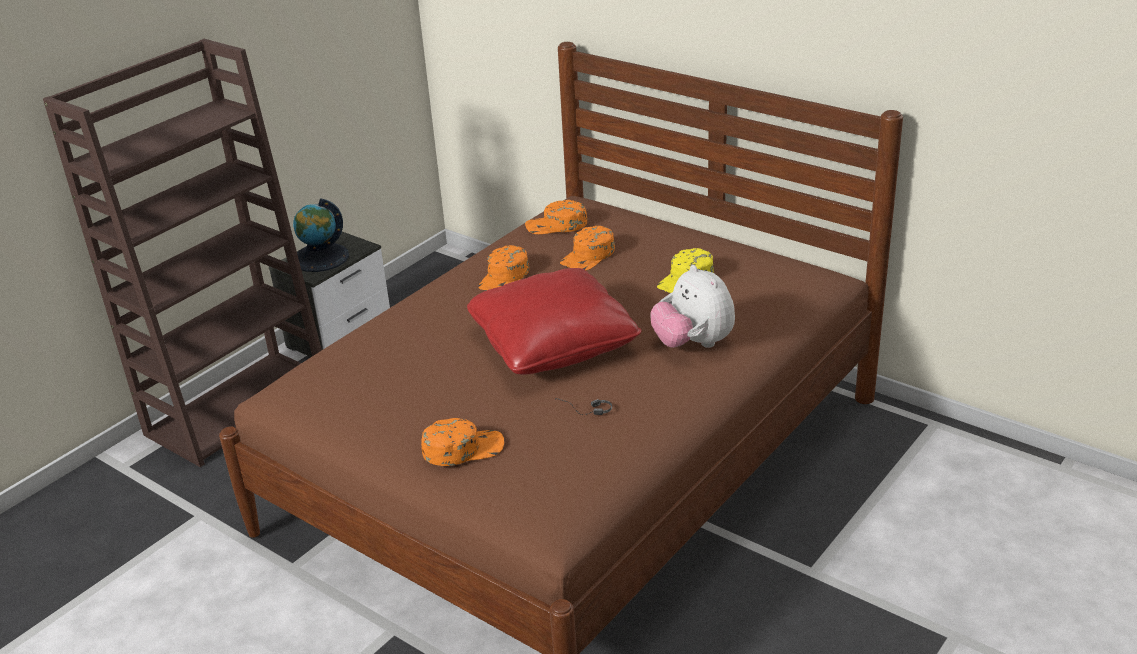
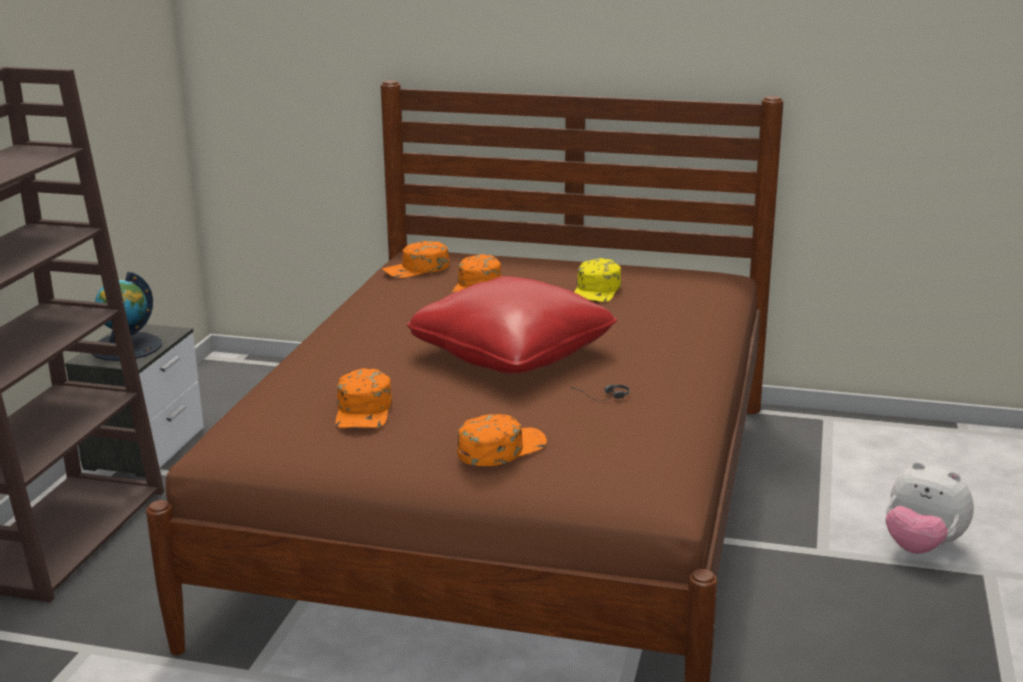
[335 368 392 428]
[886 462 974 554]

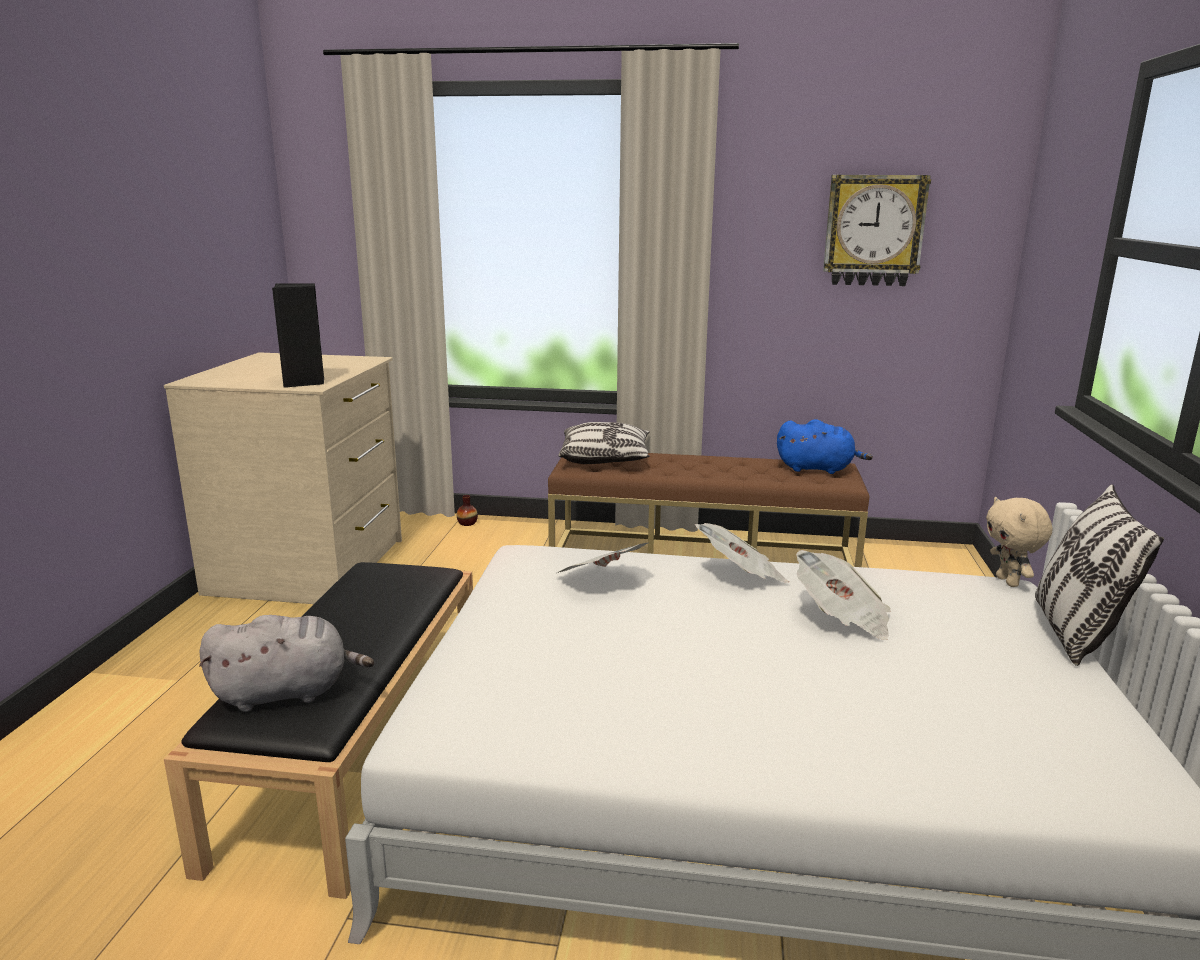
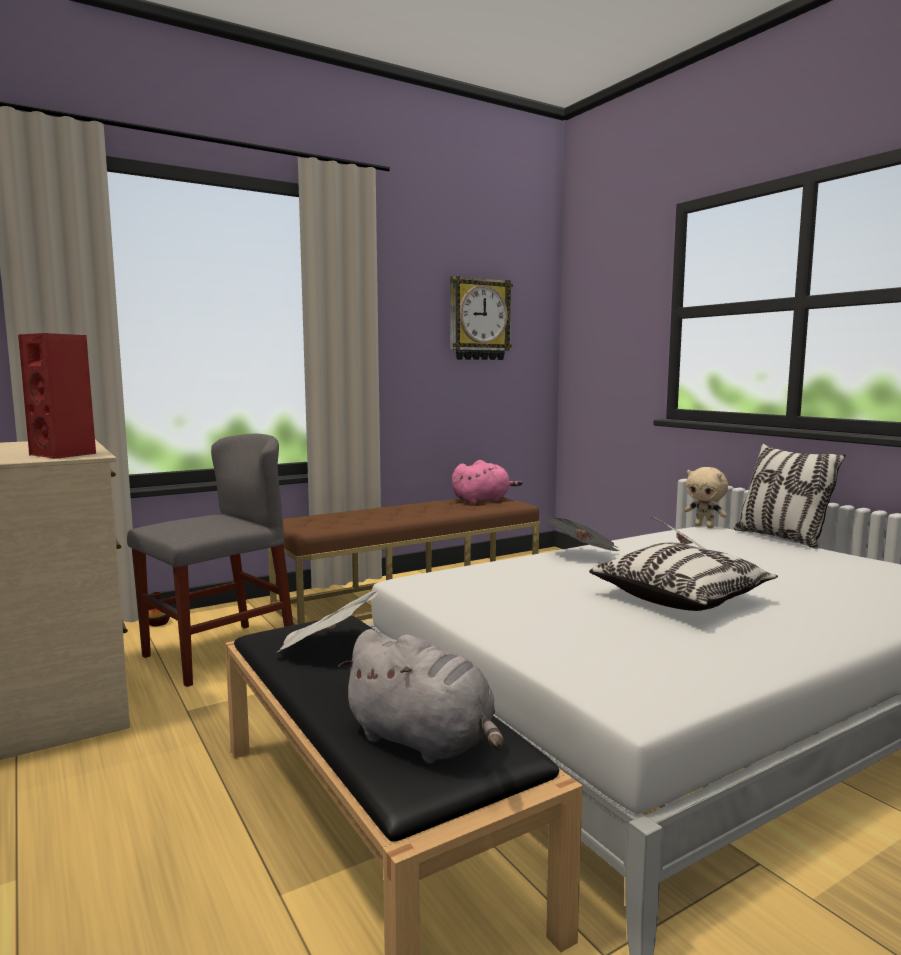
[127 434 293 687]
[276 590 379 653]
[589 542 778 611]
[18 333 96 459]
[452 460 523 504]
[338 629 503 763]

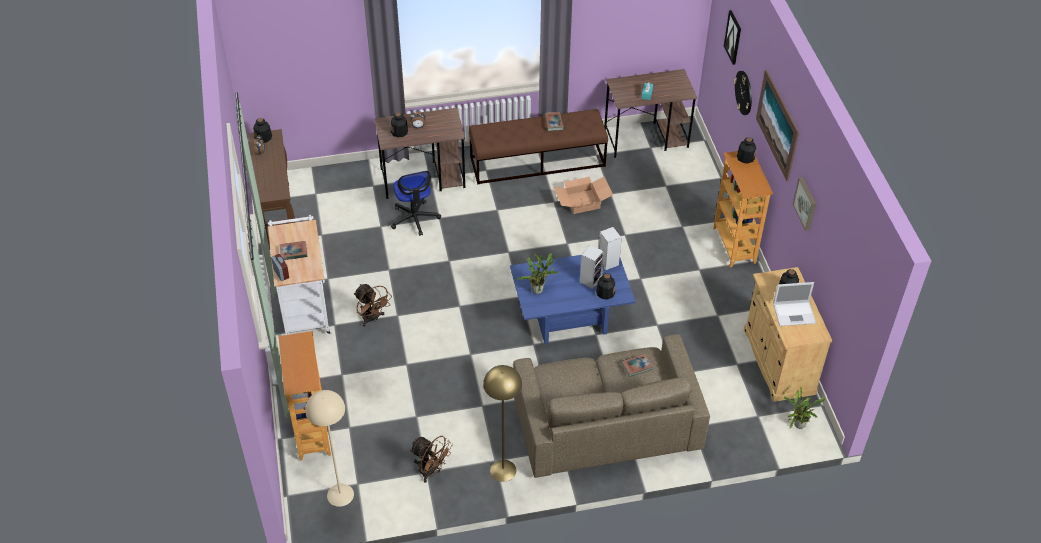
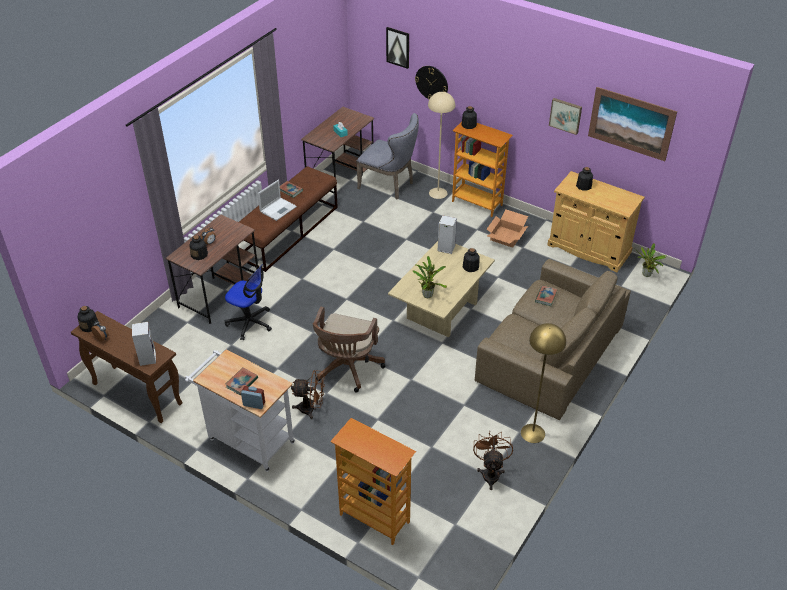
[313 306 385 392]
[356 113 419 200]
[428 92 455 199]
[487 210 528 248]
[132 322 156 366]
[588 87 677 161]
[258 180 297 221]
[388 241 495 337]
[473 431 513 490]

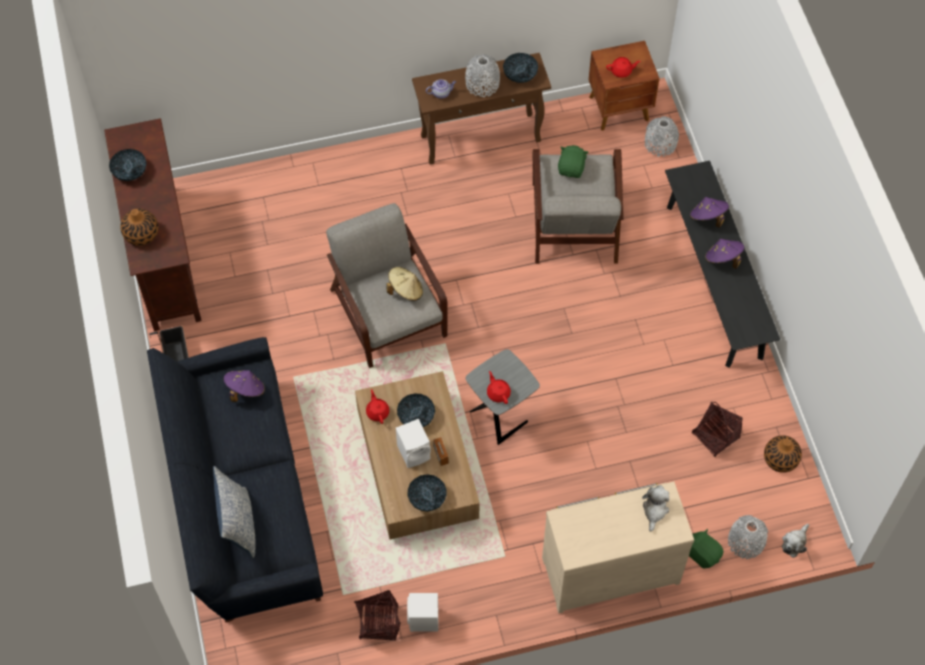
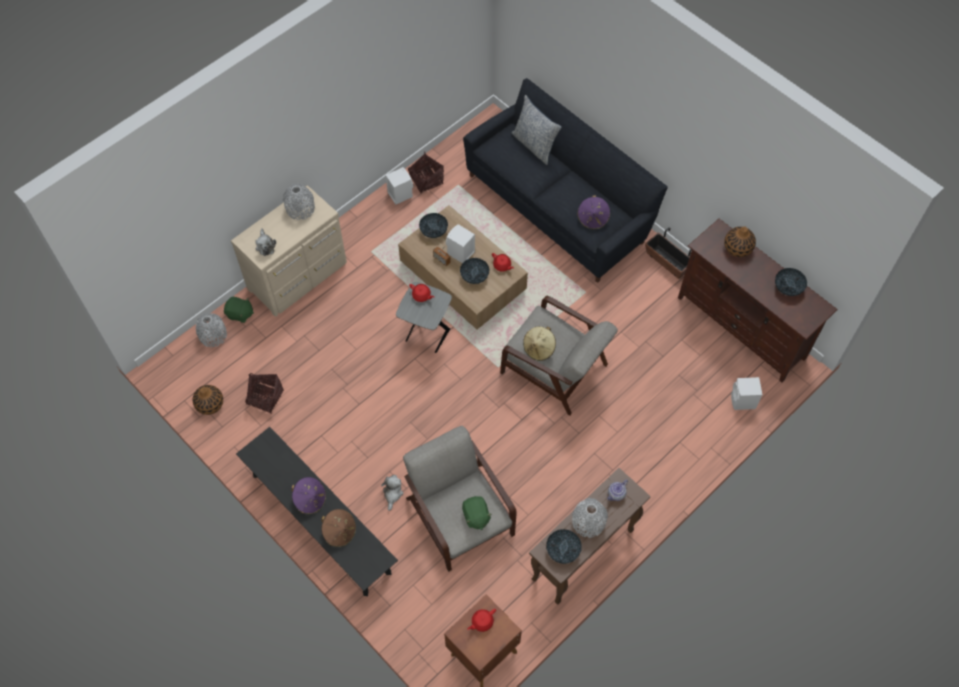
[731 377 762 410]
[283 184 315 220]
[381 475 404 511]
[321 509 356 547]

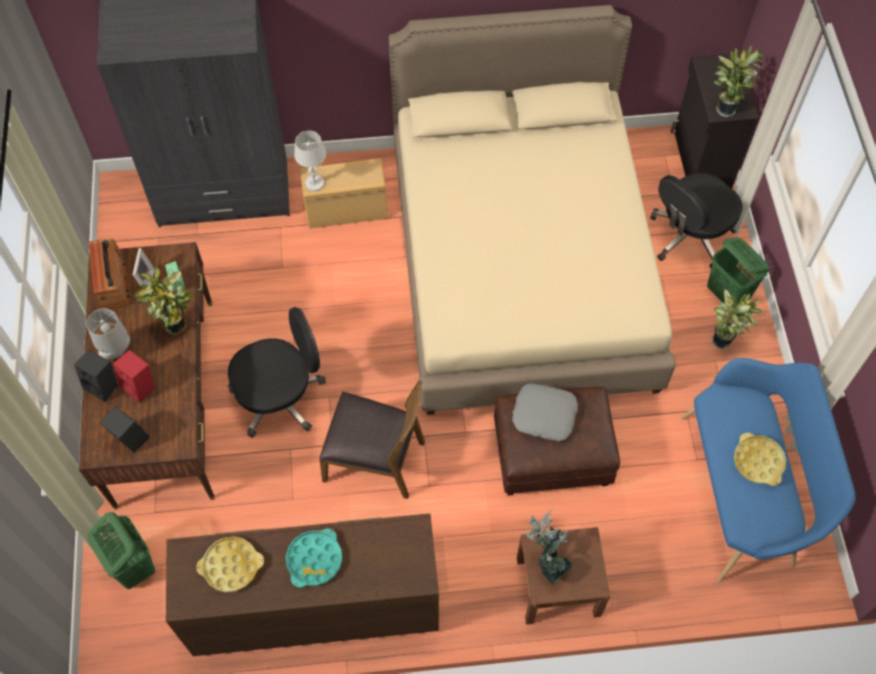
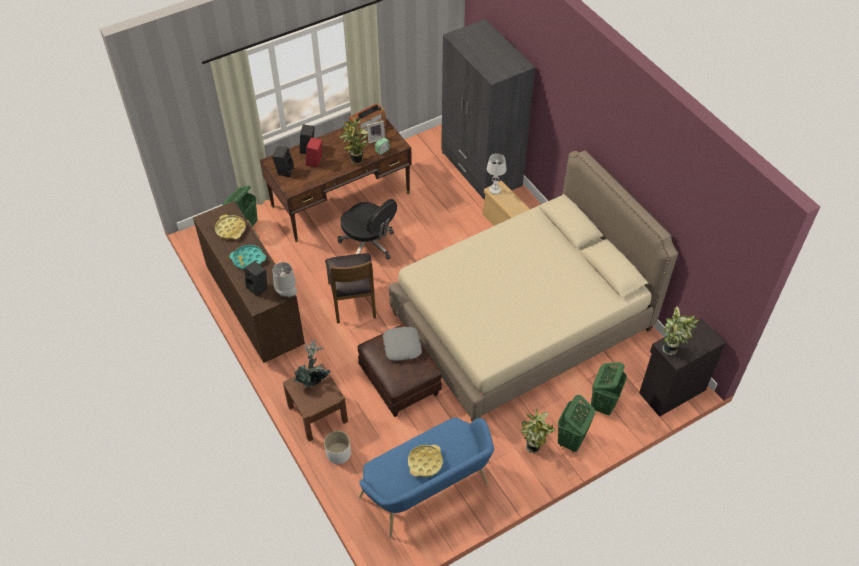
[244 261 267 297]
[324 431 351 464]
[273 262 297 298]
[591 362 627 415]

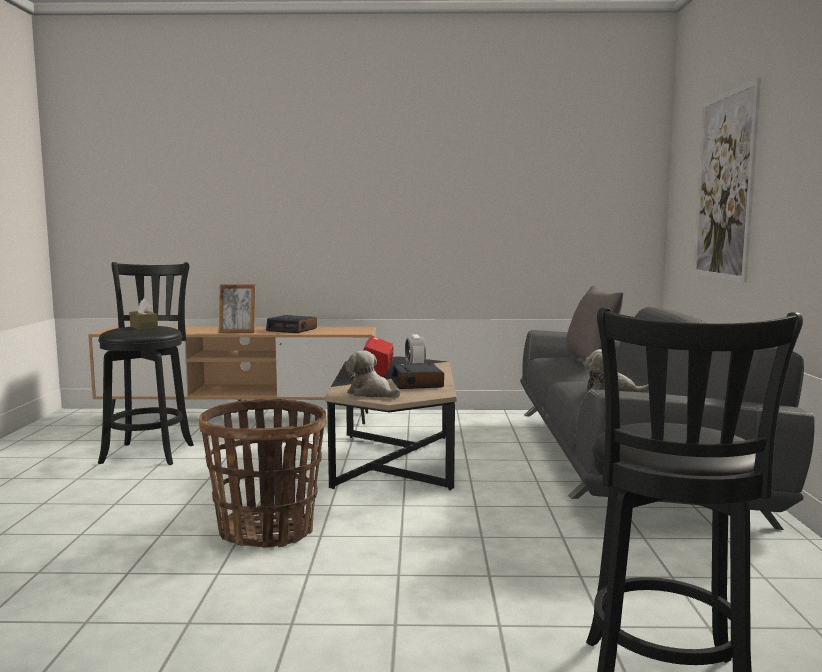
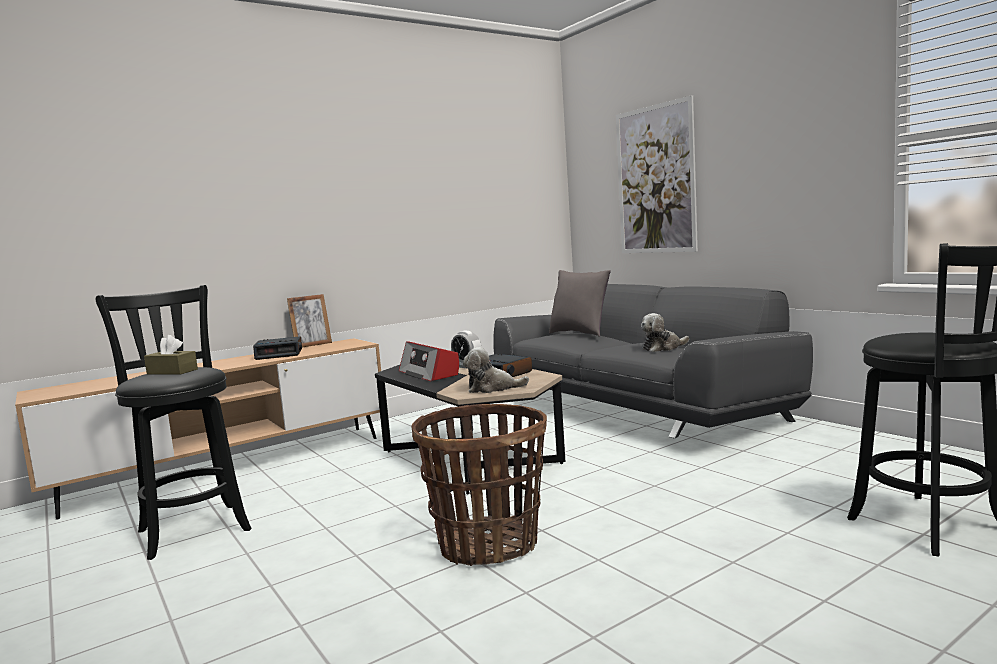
[287 294 332 347]

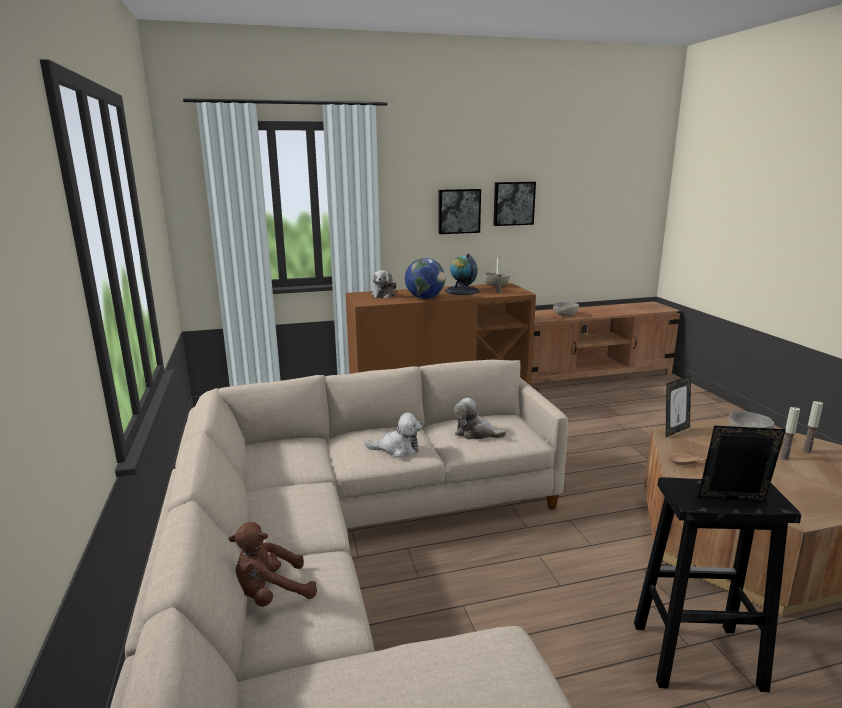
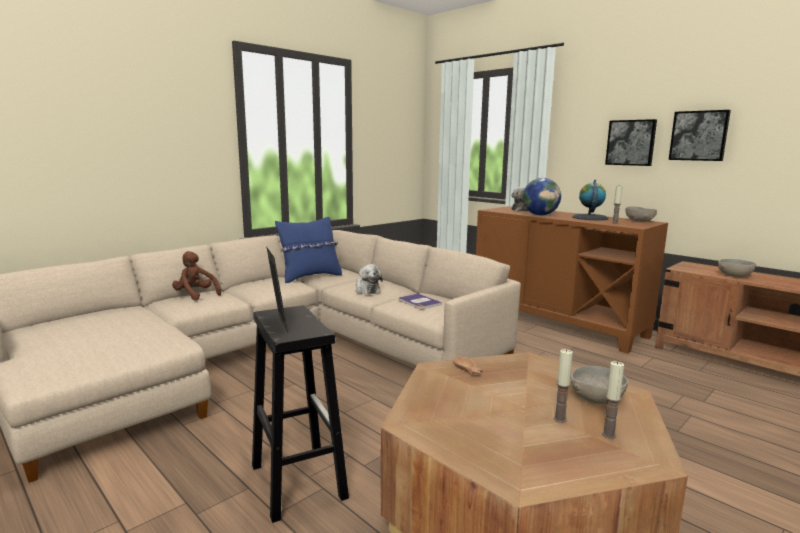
[666 376 691 437] (first image)
[275 217 342 283]
[399 293 442 309]

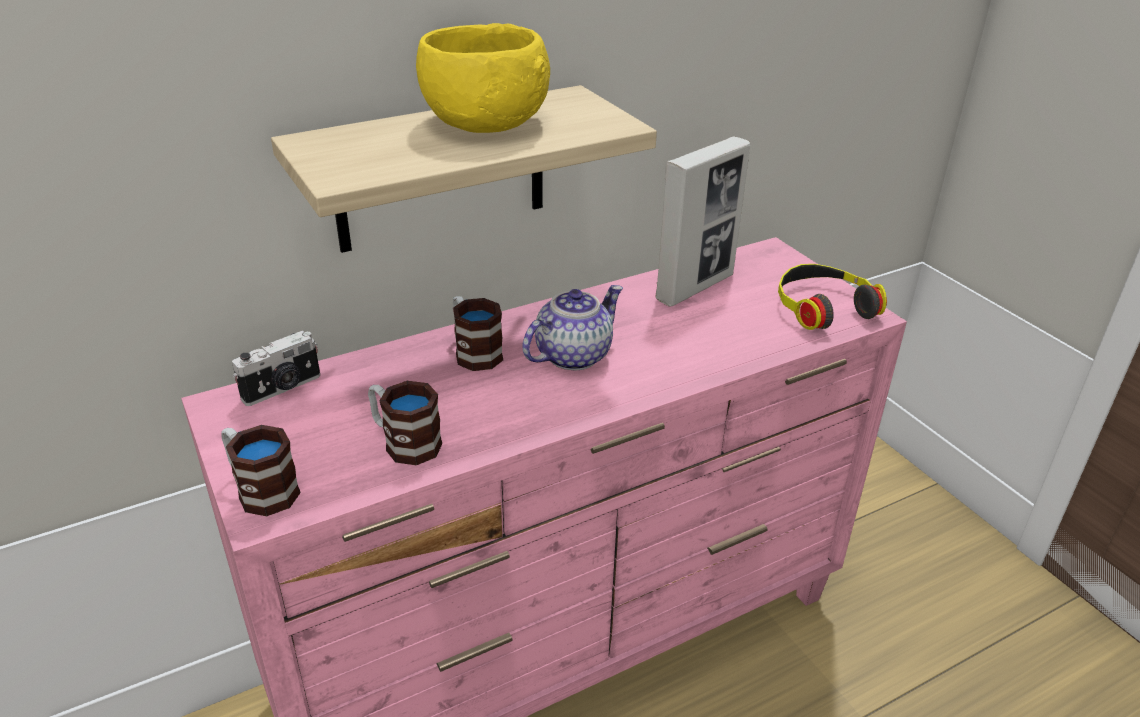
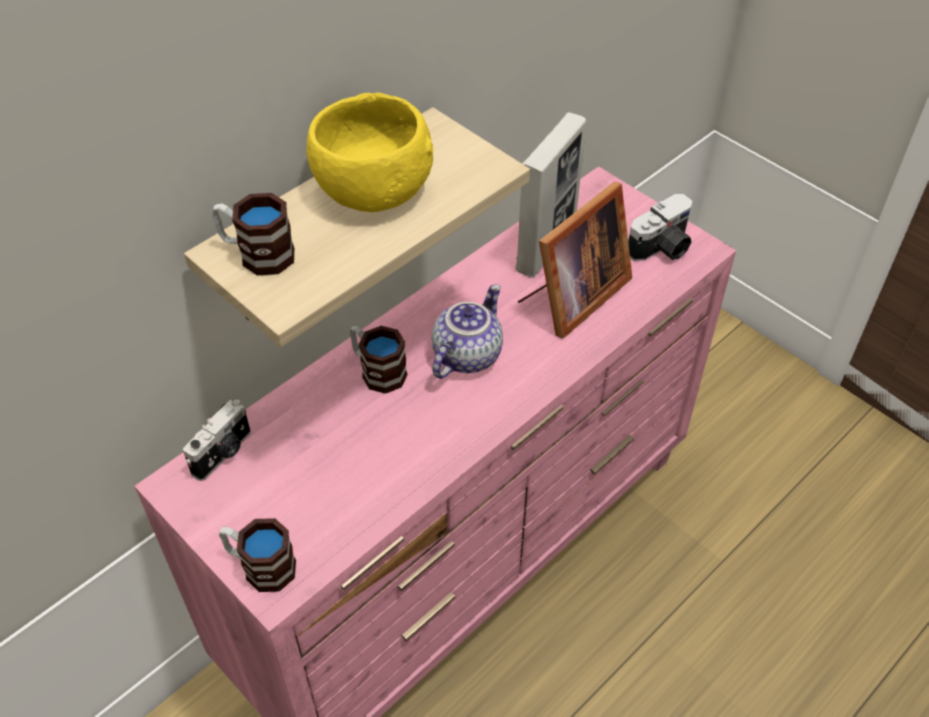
[518 182 632 339]
[212 193 294 276]
[628 194 693 261]

